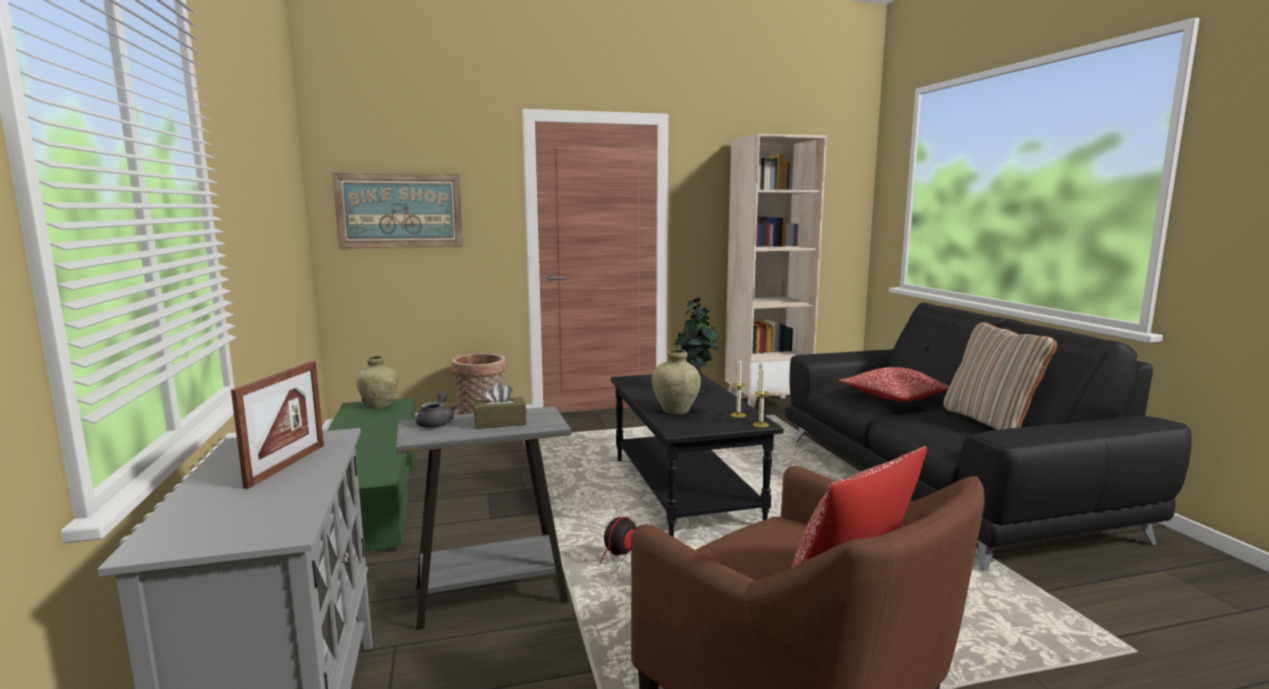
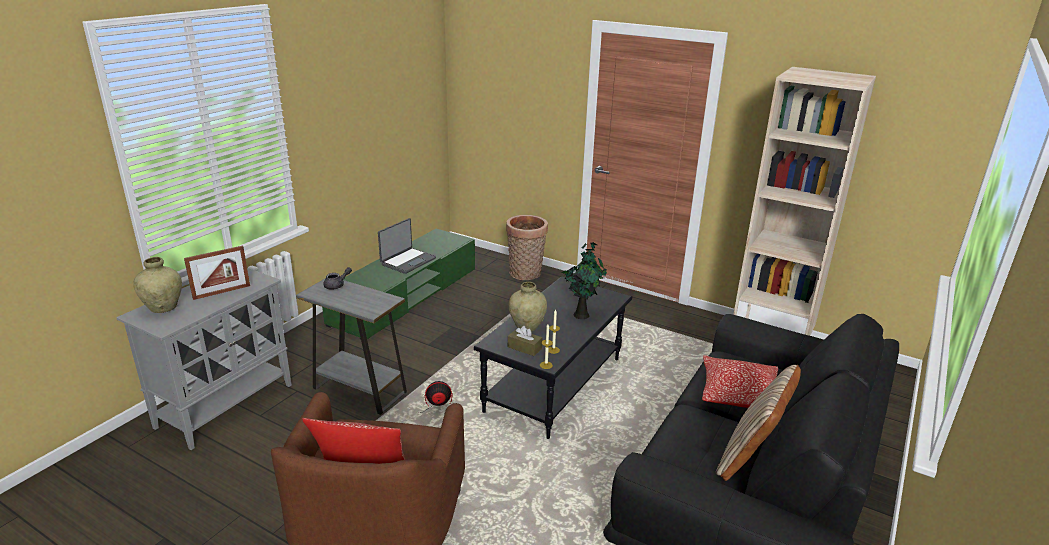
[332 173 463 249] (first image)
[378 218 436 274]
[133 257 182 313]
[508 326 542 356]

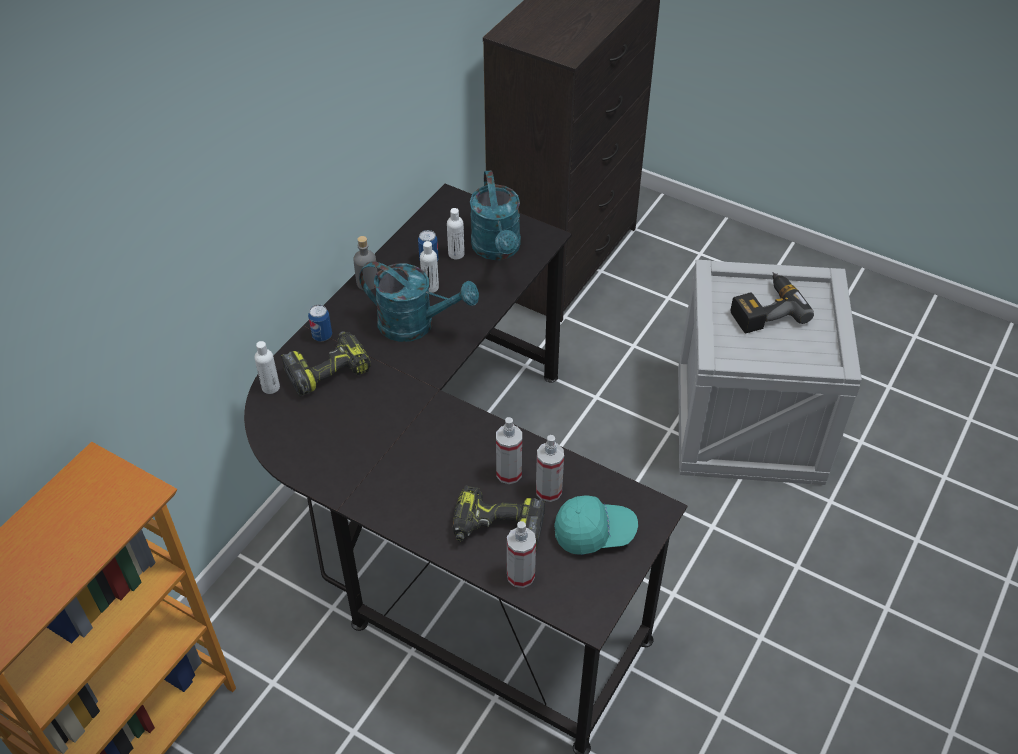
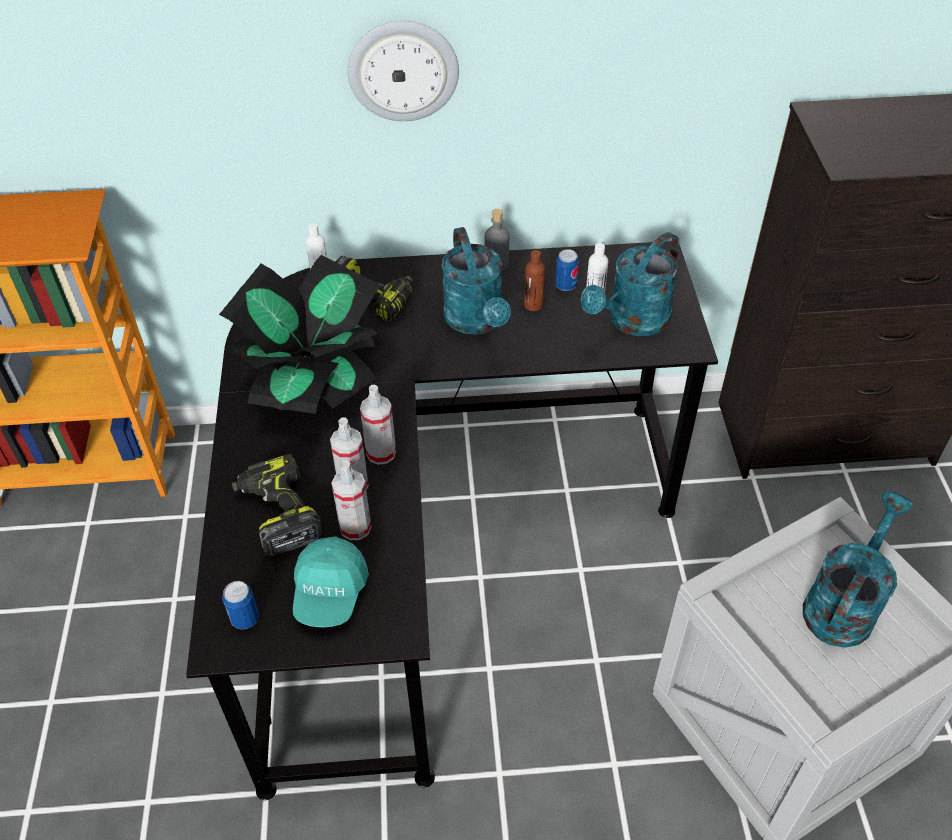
[219 255 381 414]
[348 21 459 121]
[222 581 259 630]
[360 385 396 465]
[803 492 913 648]
[524 250 545 311]
[293 537 369 627]

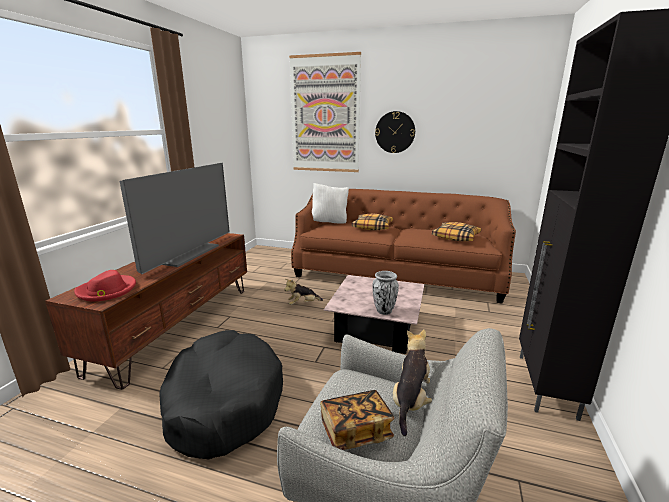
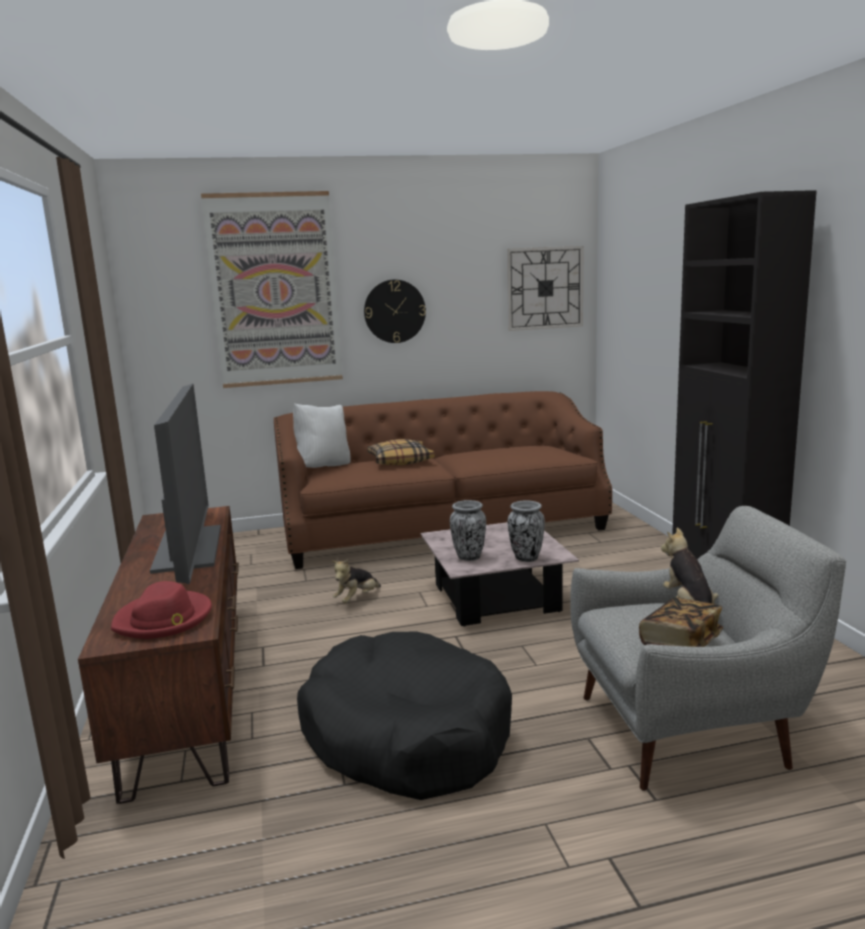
[432 222 481 241] (first image)
[450 500 486 561]
[507 246 583 331]

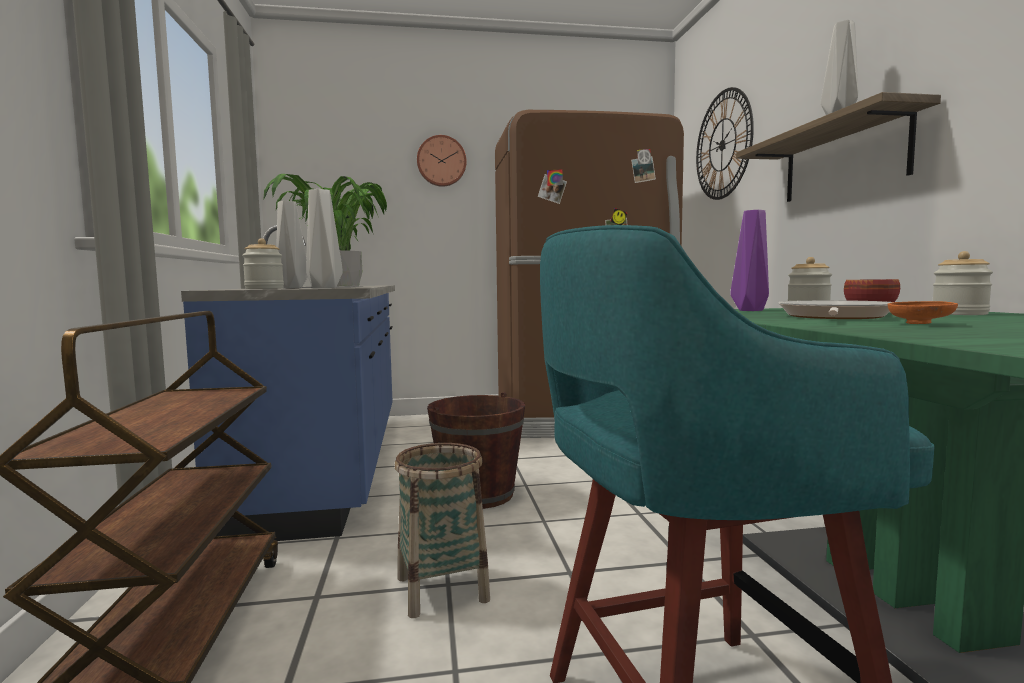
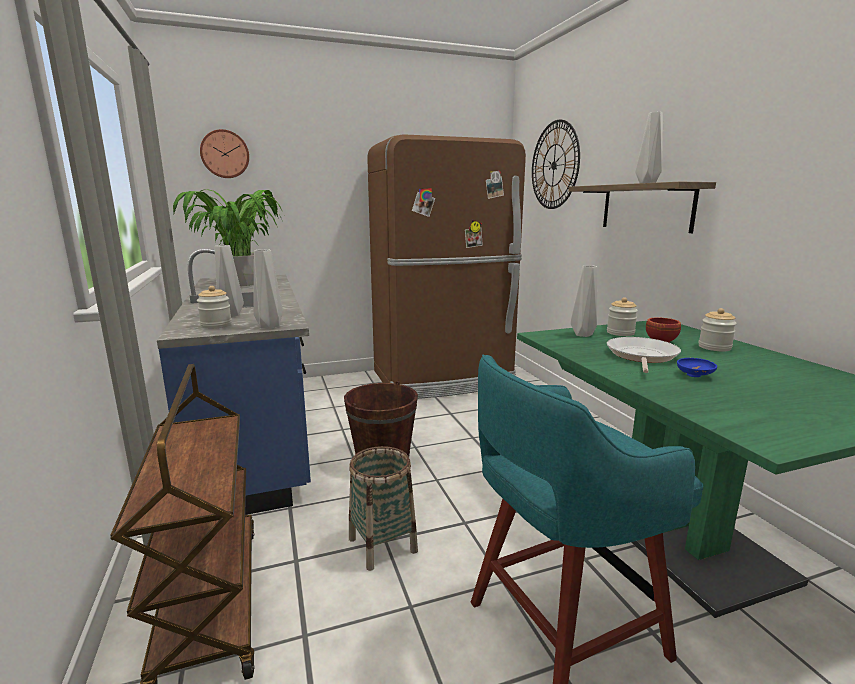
[200 129 249 178]
[570 265 598 337]
[677 358 717 377]

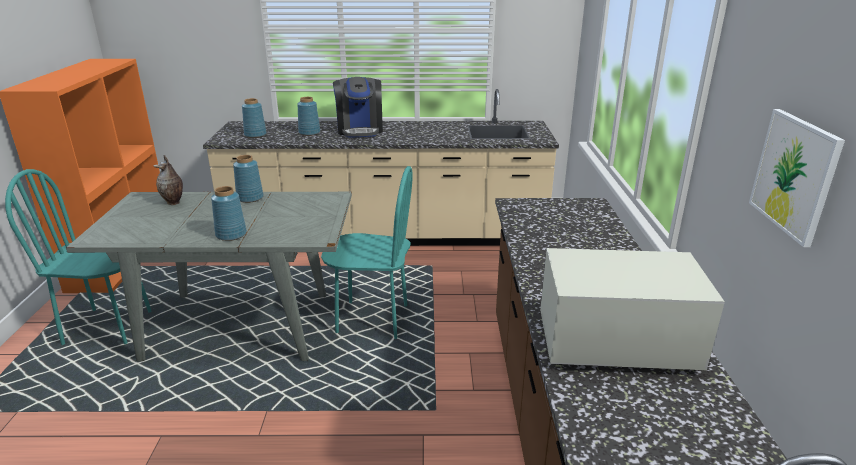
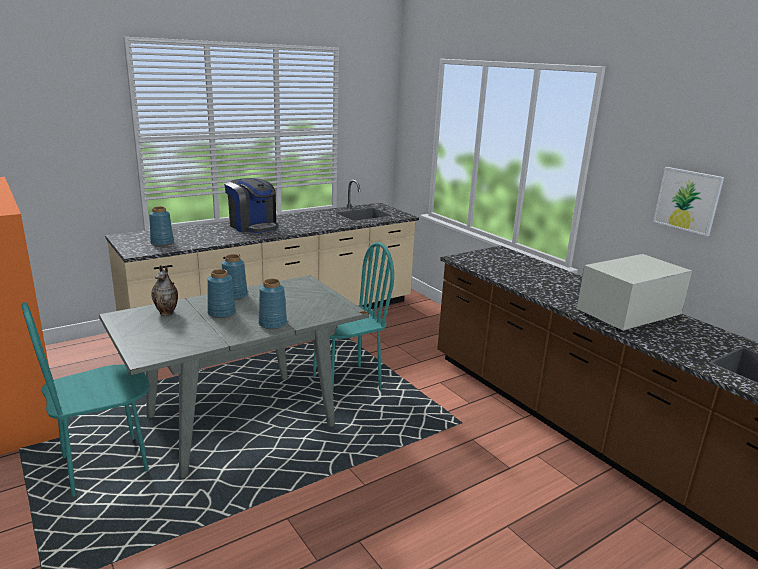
[207 269 236 318]

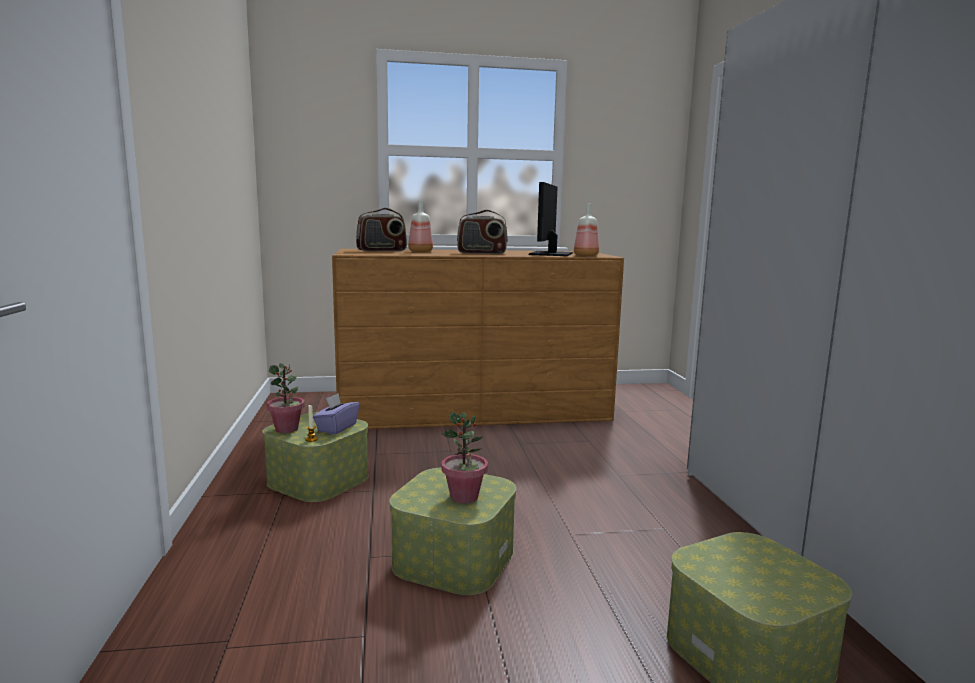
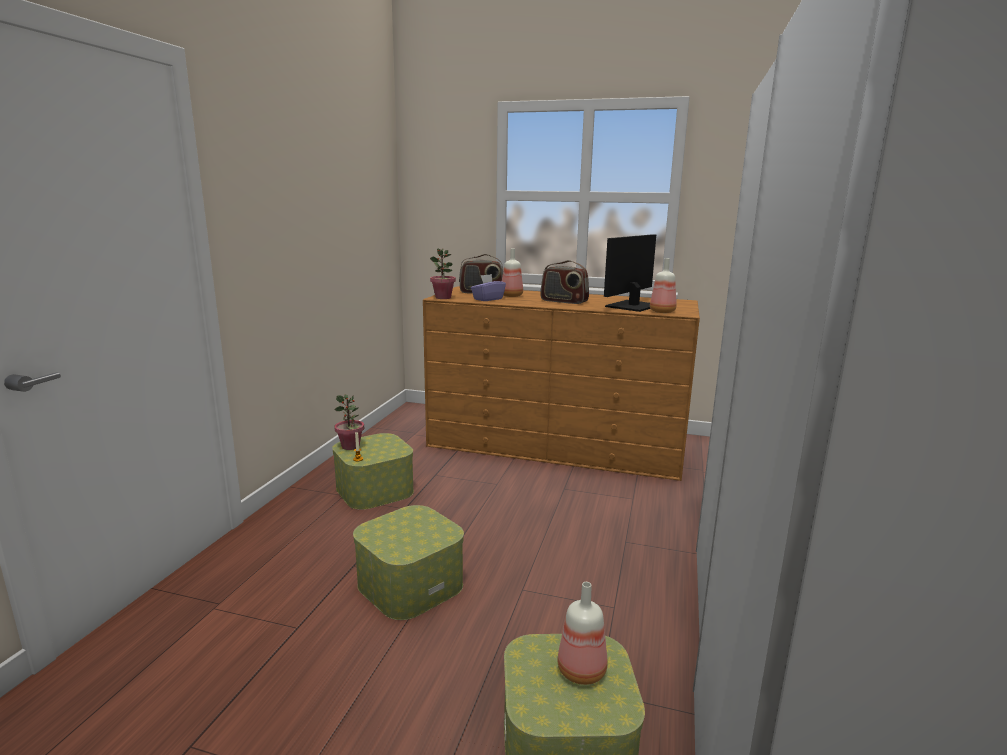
[557 582 607 685]
[471 274 506 301]
[430 248 456 299]

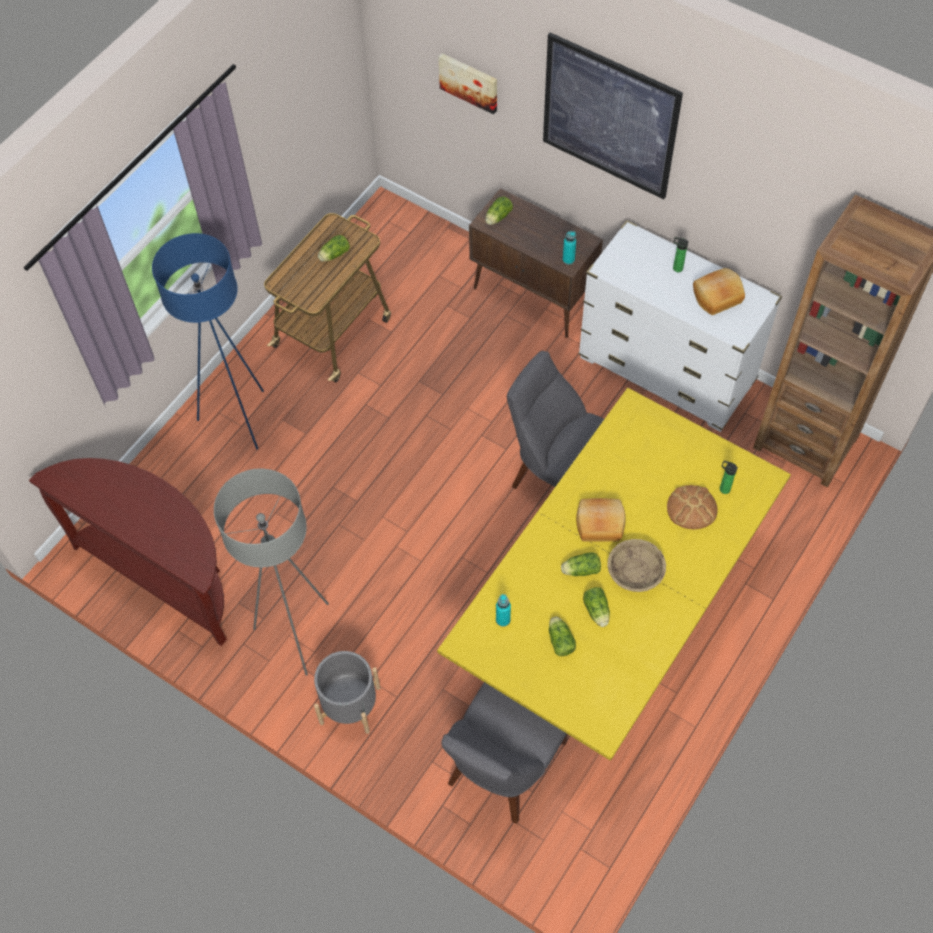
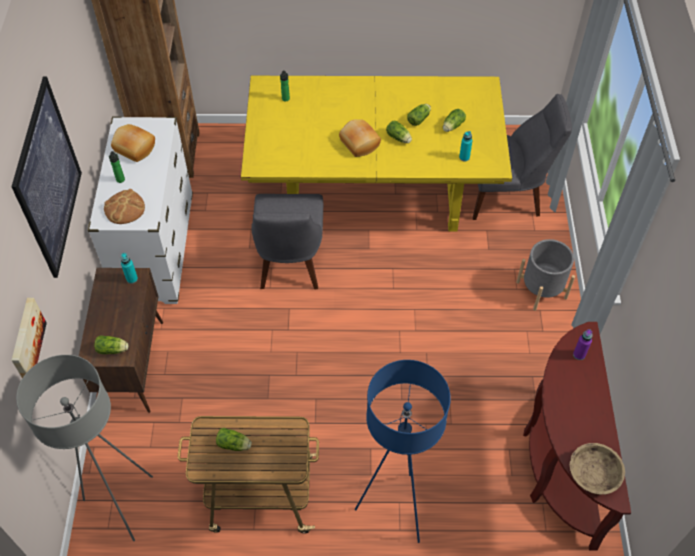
[573 329 593 360]
[16 355 153 541]
[570 443 625 495]
[104 189 145 224]

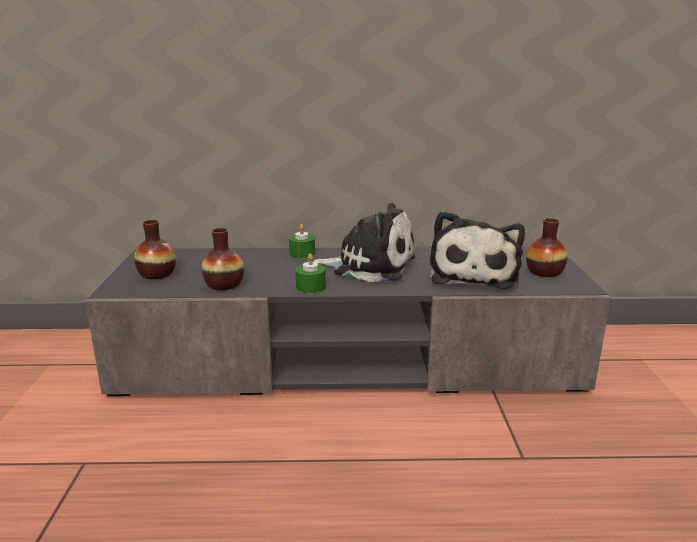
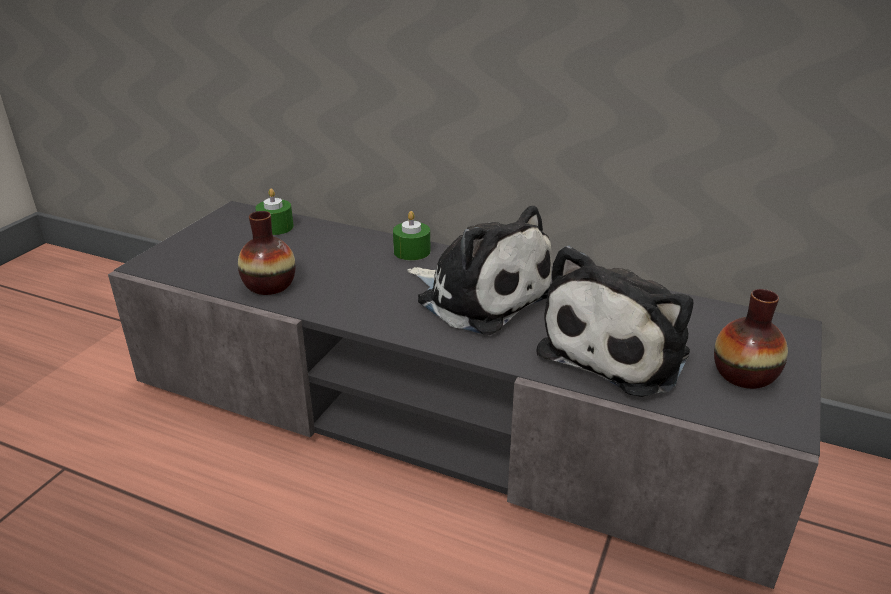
[134 220 176 279] (first image)
[255 189 294 235]

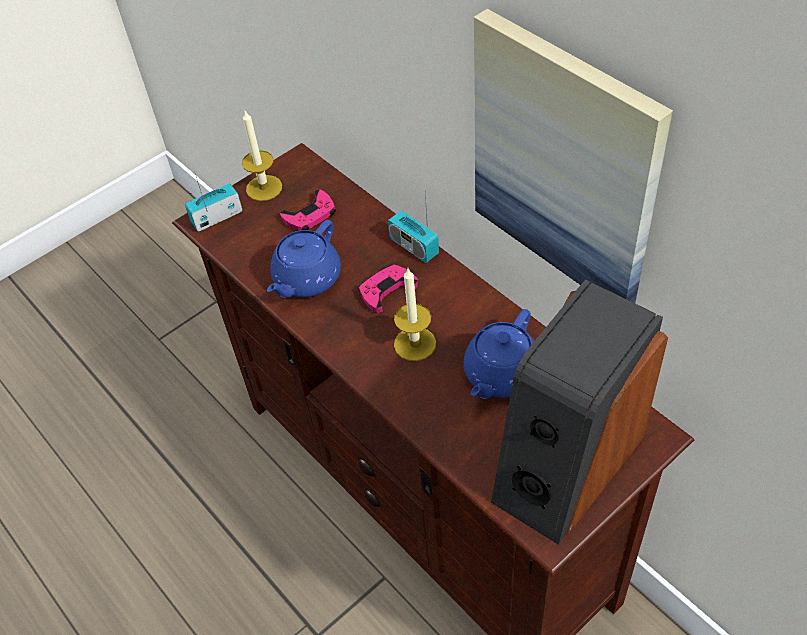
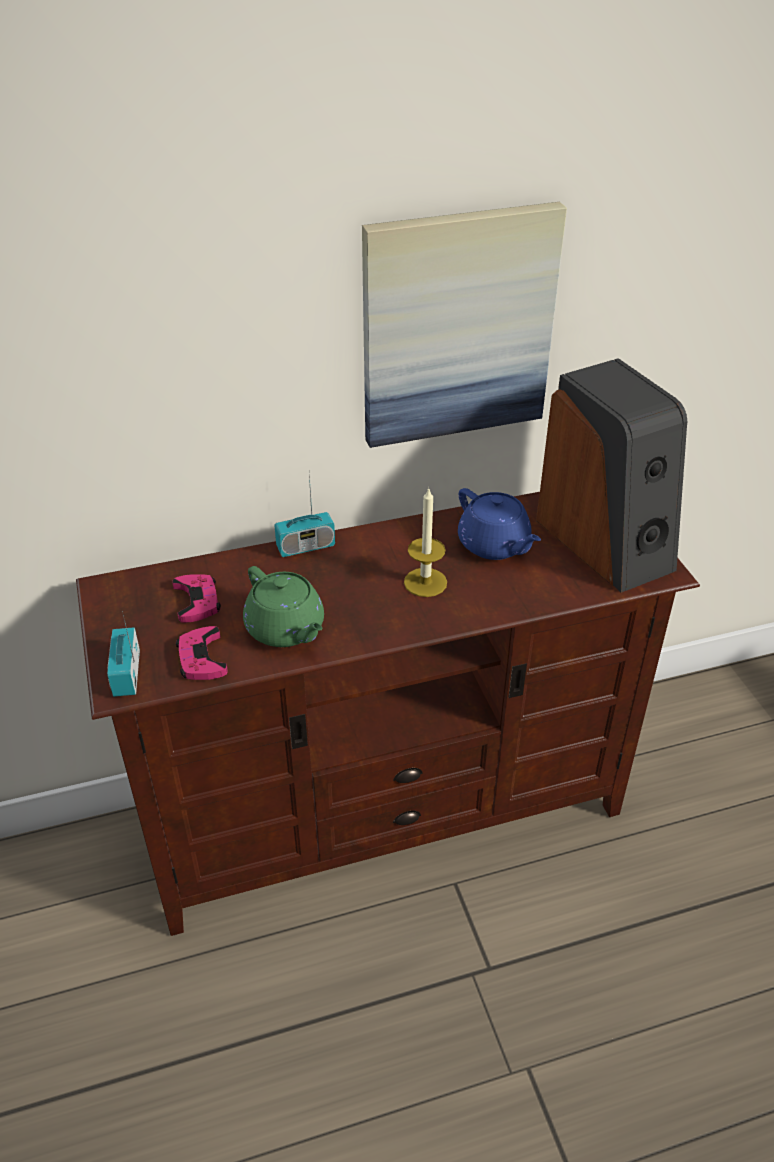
[242 111 282 201] (first image)
[176 626 228 680]
[243 566 324 647]

